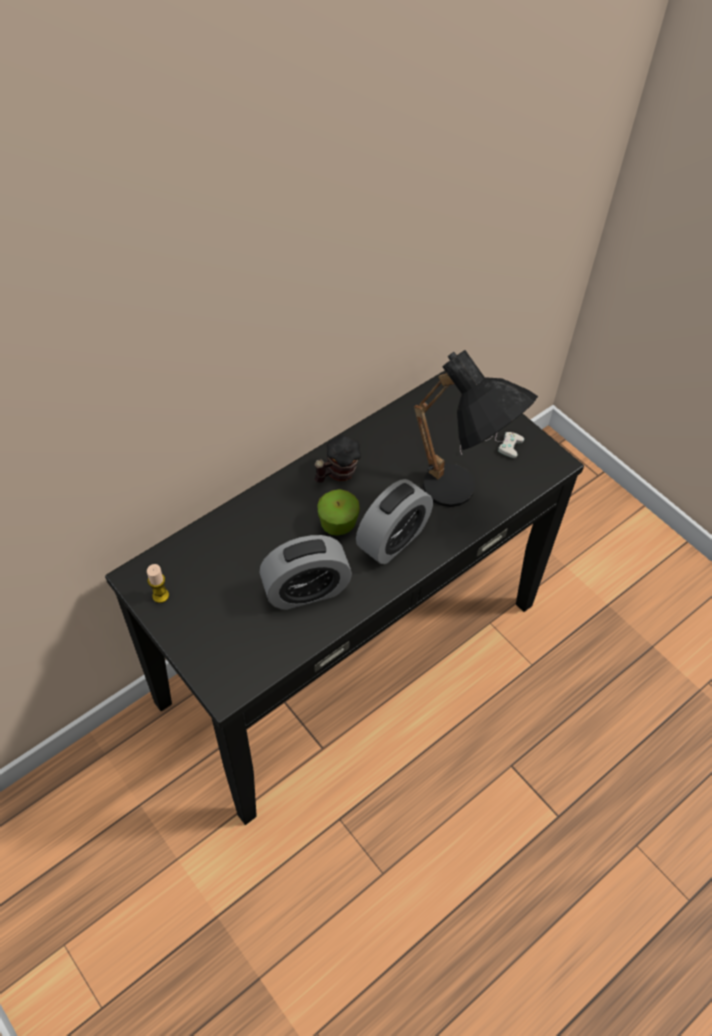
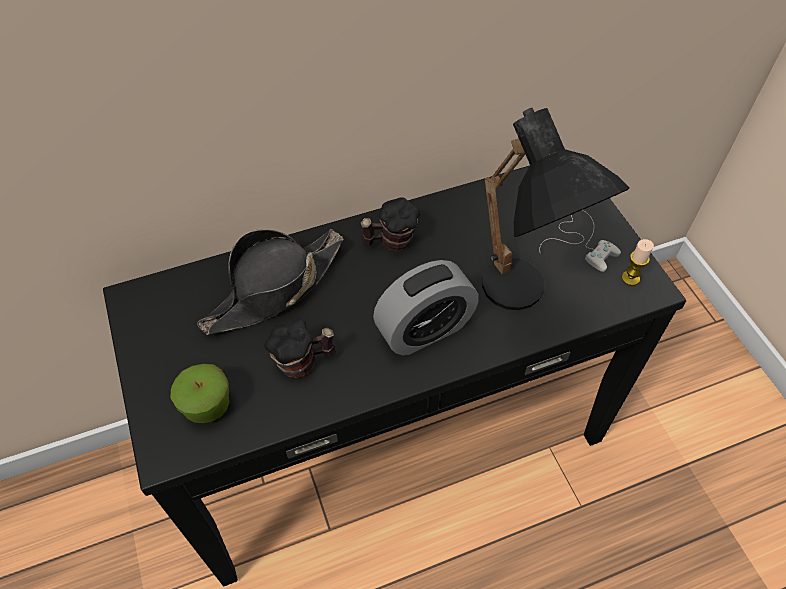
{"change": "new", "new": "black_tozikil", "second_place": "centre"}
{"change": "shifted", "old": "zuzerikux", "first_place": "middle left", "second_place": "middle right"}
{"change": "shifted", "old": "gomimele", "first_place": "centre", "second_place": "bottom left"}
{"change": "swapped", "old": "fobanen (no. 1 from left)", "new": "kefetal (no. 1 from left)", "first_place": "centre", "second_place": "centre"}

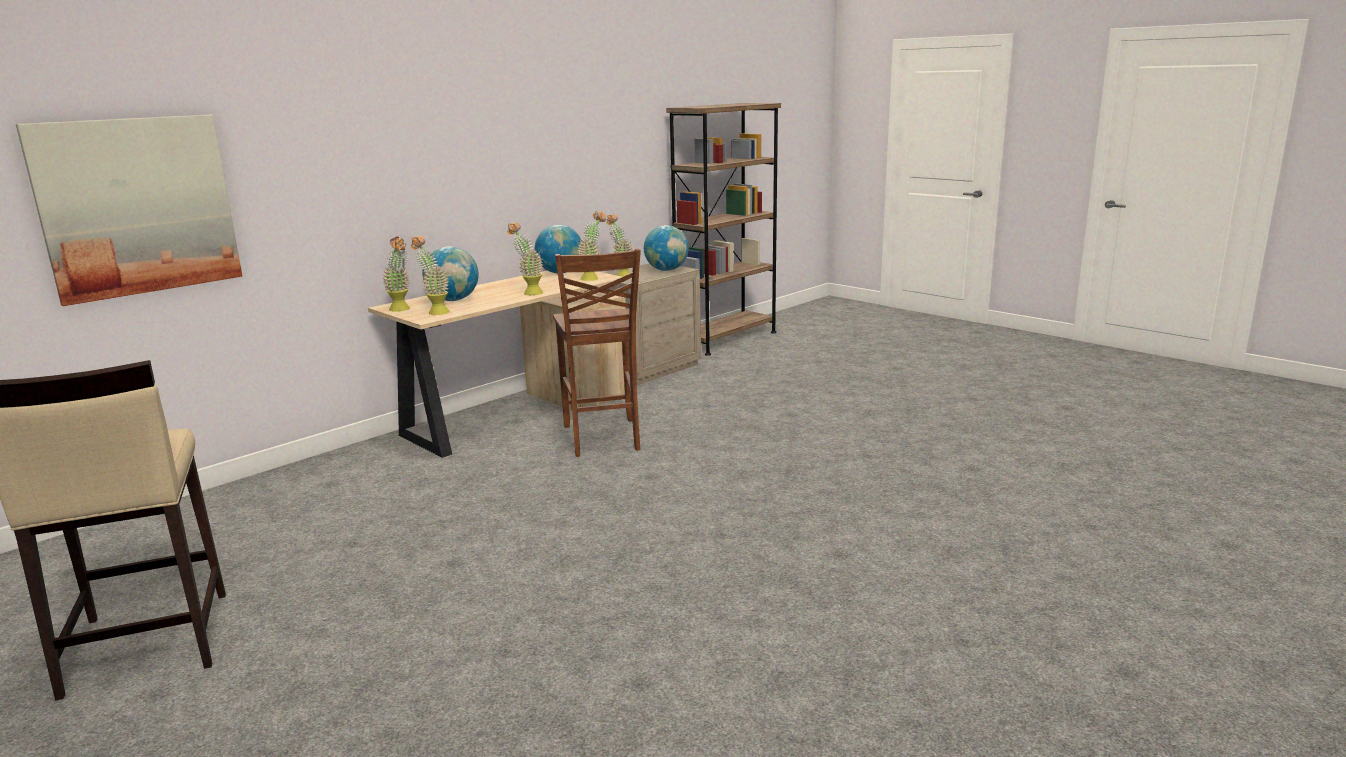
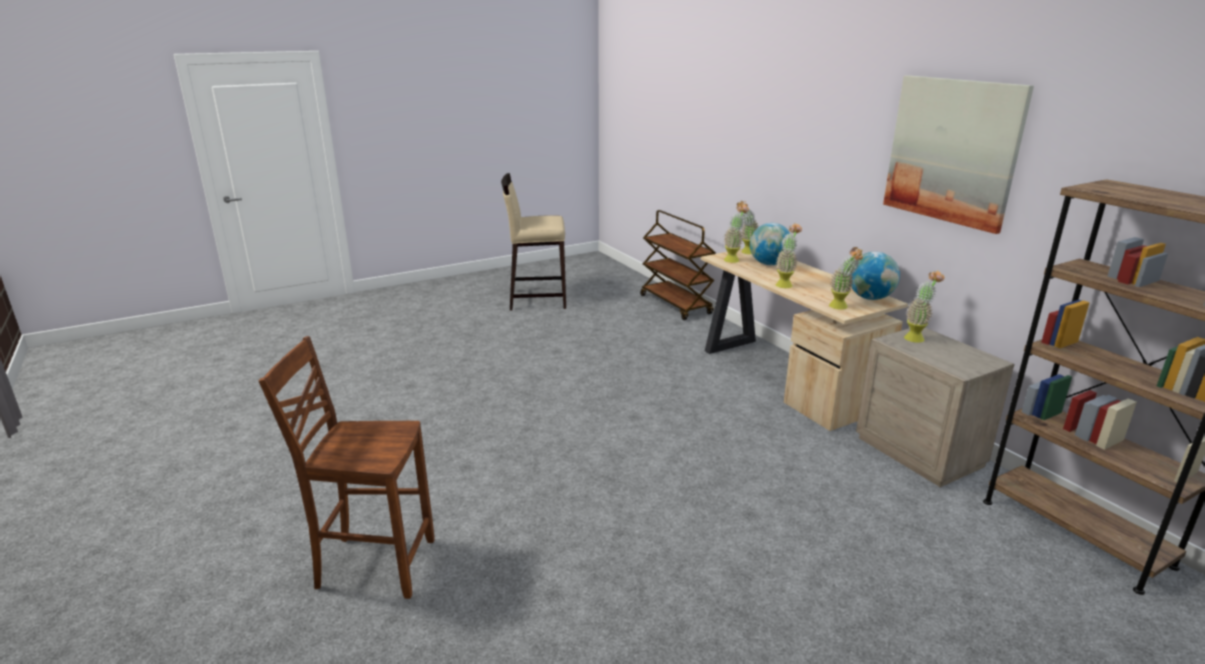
{"change": "gone", "old": "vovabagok (no. 3 from left)", "first_place": "top centre"}
{"change": "new", "new": "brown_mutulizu", "second_place": "centre"}
{"change": "shifted", "old": "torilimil", "first_place": "top left", "second_place": "top right"}
{"change": "shifted", "old": "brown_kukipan", "first_place": "centre", "second_place": "bottom left"}

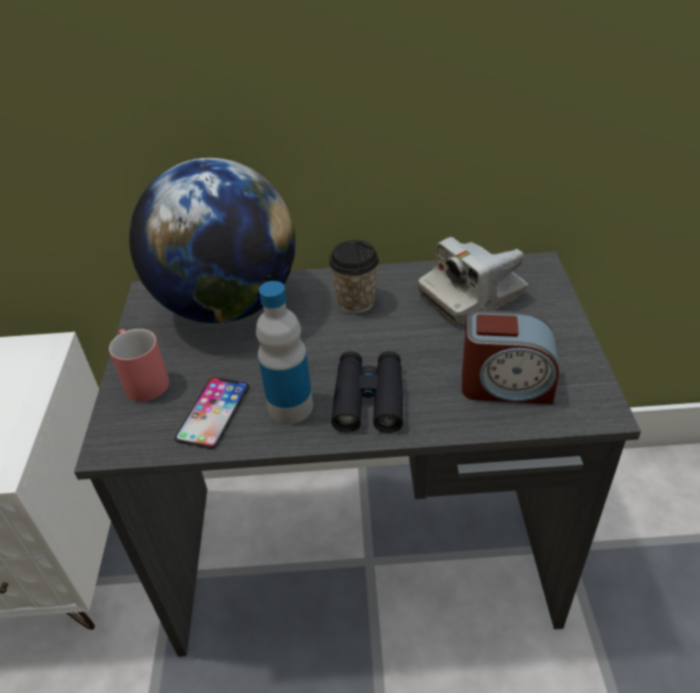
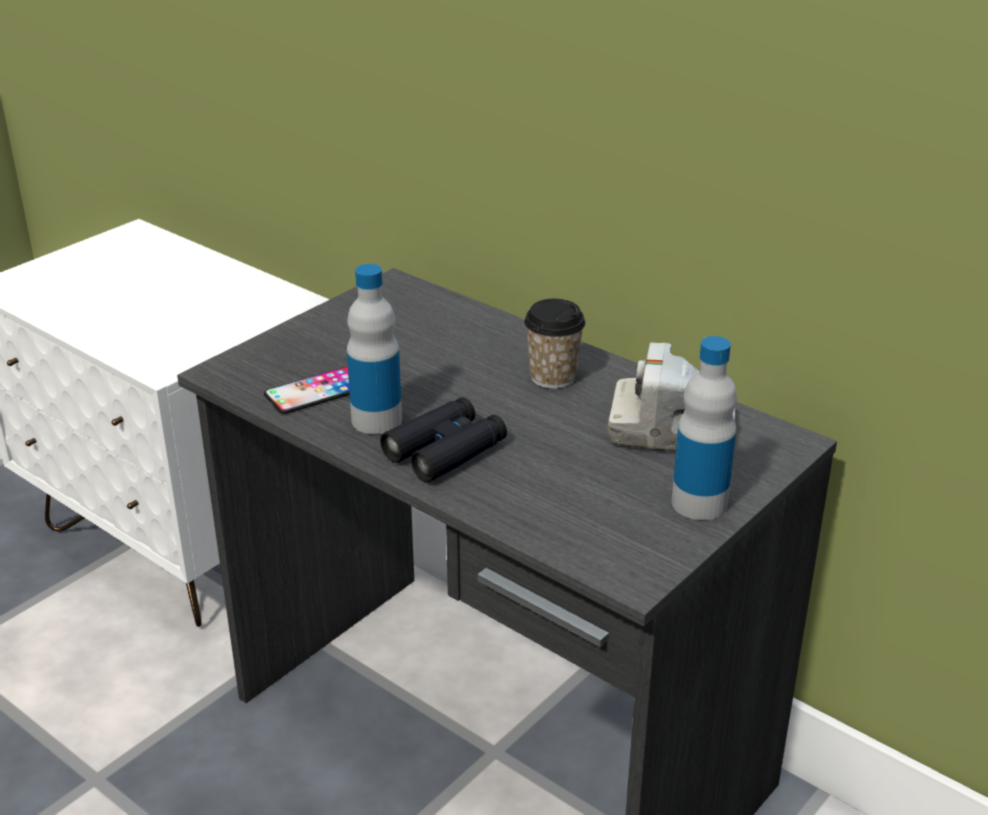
{"change": "gone", "old": "red_kefetal", "first_place": "middle left"}
{"change": "gone", "old": "vovabagok", "first_place": "middle left"}
{"change": "gone", "old": "fobanen", "first_place": "middle right"}
{"change": "new", "new": "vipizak (no. 2 from left)", "second_place": "middle right"}

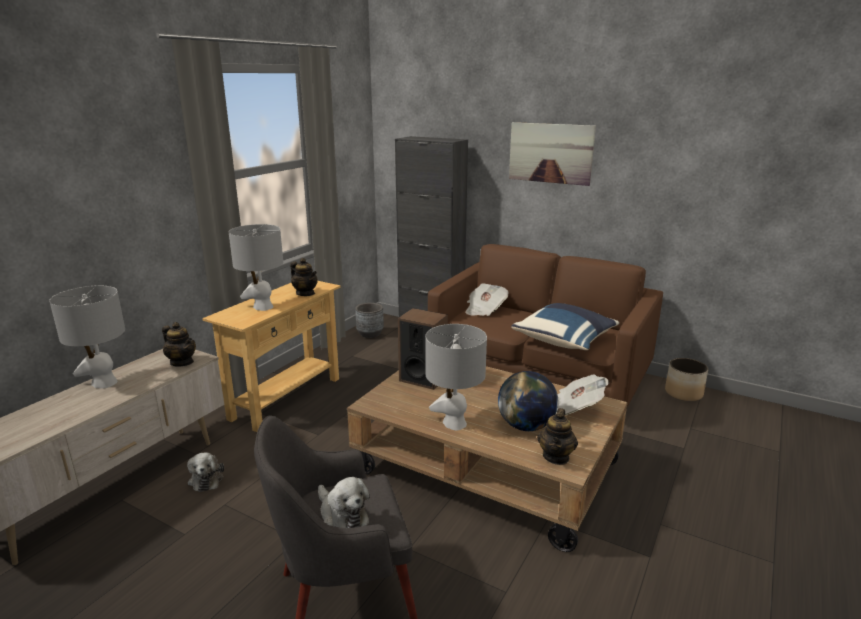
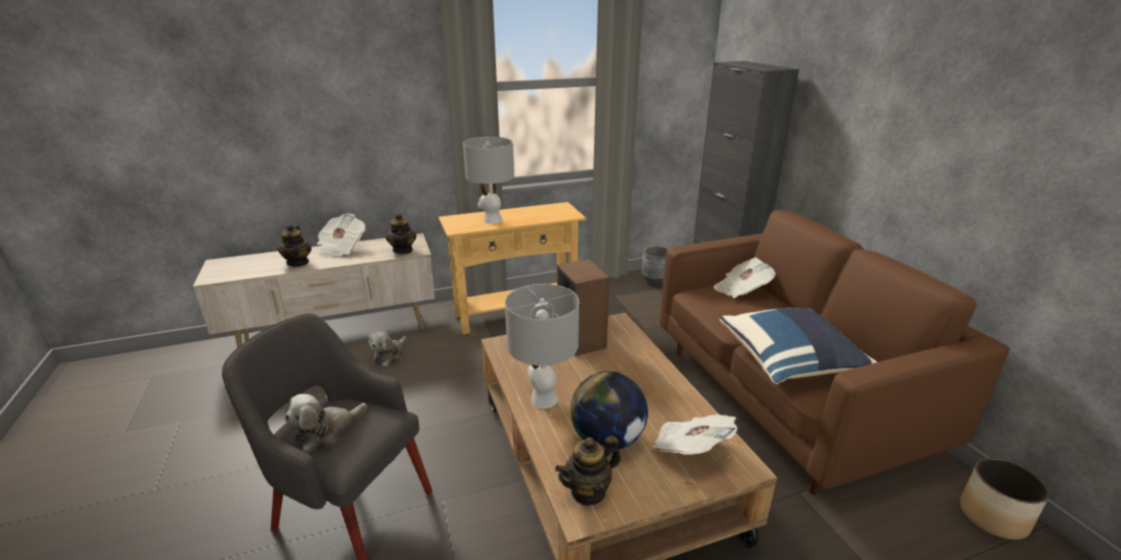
{"change": "gone", "old": "torilimil", "first_place": "top centre"}
{"change": "shifted", "old": "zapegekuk (no. 2 from left in the first image)", "new": "zapegekuk (no. 1 from left)", "first_place": "centre", "second_place": "middle left"}
{"change": "swapped", "old": "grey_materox (no. 1 from left)", "new": "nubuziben (no. 1 from left)", "first_place": "middle left", "second_place": "middle left"}
{"change": "rotated", "old": "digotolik (no. 2 from left in the first image)", "first_place": "bottom centre", "second_place": "bottom left", "degrees": 45}

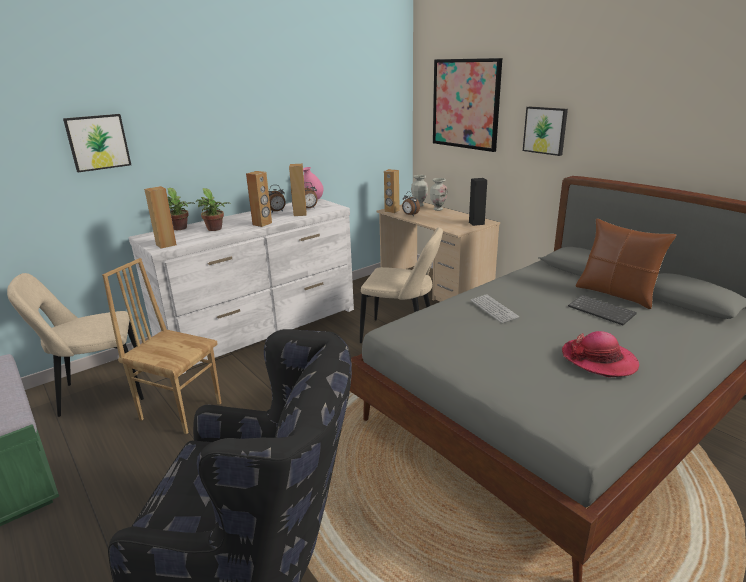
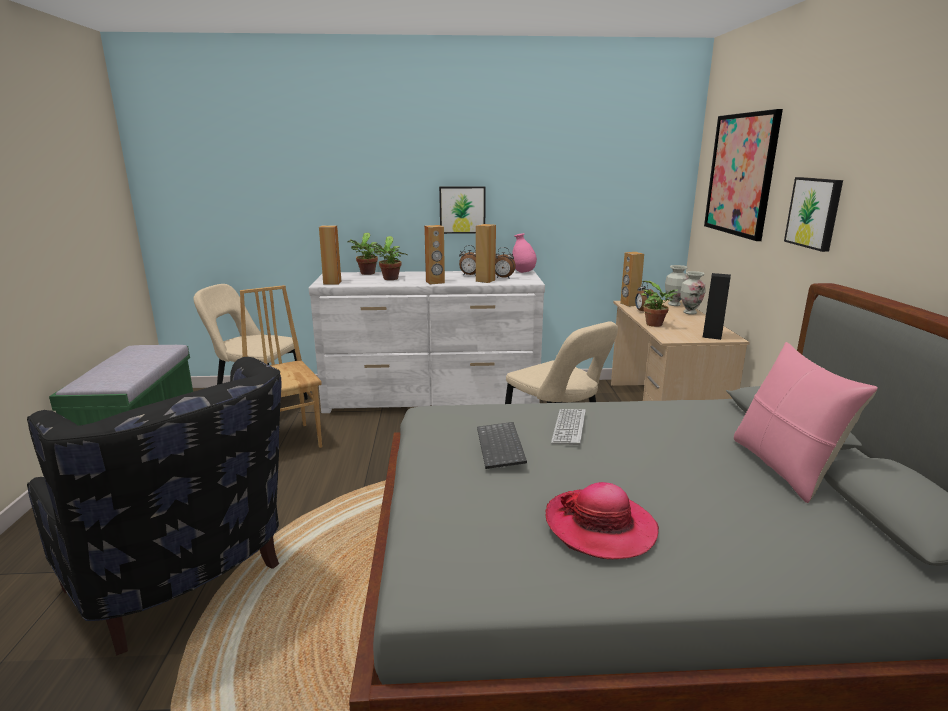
{"change": "new", "new": "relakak (no. 3 from left)", "second_place": "middle right"}
{"change": "shifted", "old": "torilimil (no. 1 from left)", "first_place": "top left", "second_place": "top centre"}
{"change": "shifted", "old": "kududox (no. 2 from left in the first image)", "new": "kududox (no. 1 from left)", "first_place": "middle right", "second_place": "centre"}
{"change": "repainted", "old": "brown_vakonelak", "new": "pink_vakonelak", "first_place": "middle right", "second_place": "middle right"}

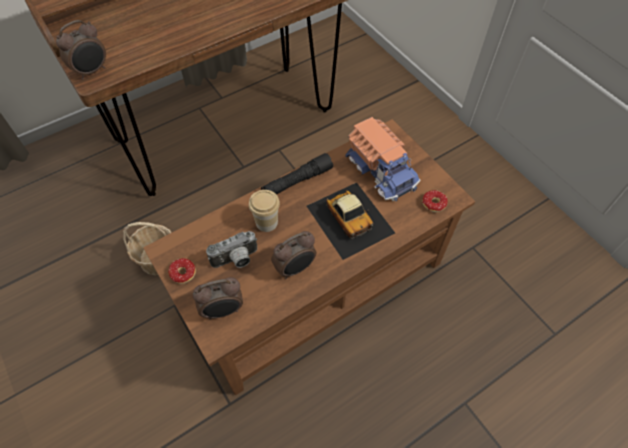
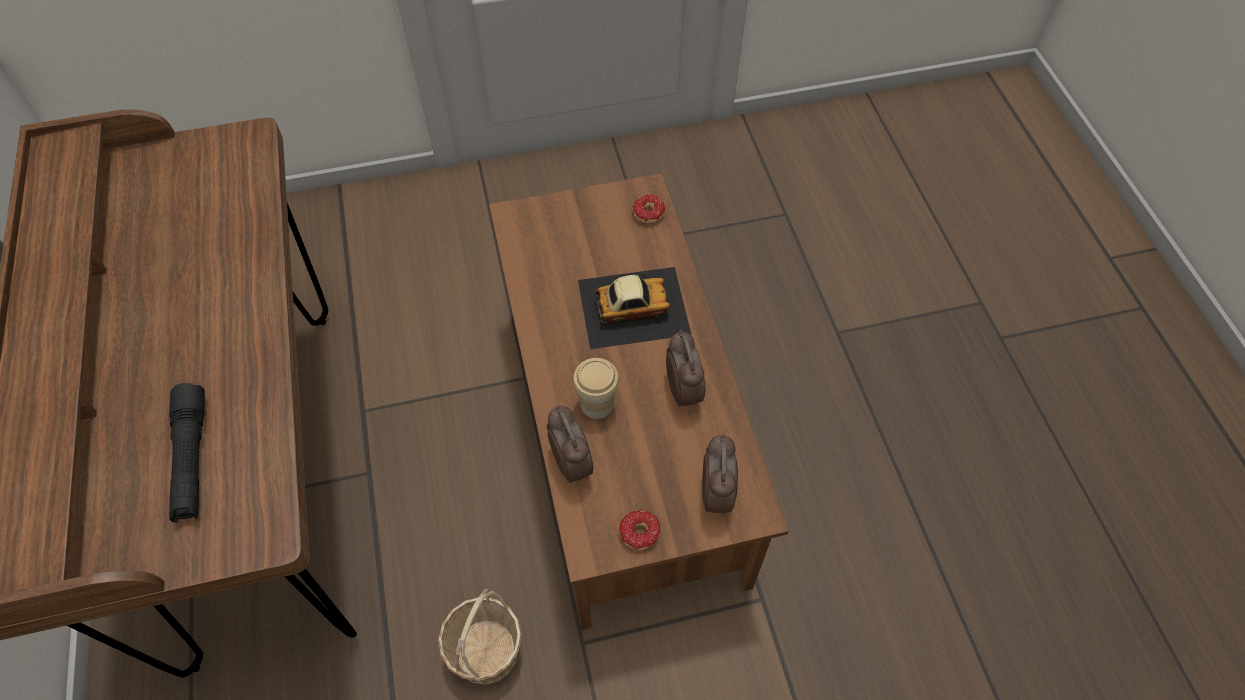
{"change": "gone", "old": "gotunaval", "first_place": "centre"}
{"change": "gone", "old": "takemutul", "first_place": "centre"}
{"change": "shifted", "old": "fobanen (no. 1 from left)", "first_place": "top left", "second_place": "centre"}
{"change": "shifted", "old": "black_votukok", "first_place": "centre", "second_place": "middle left"}

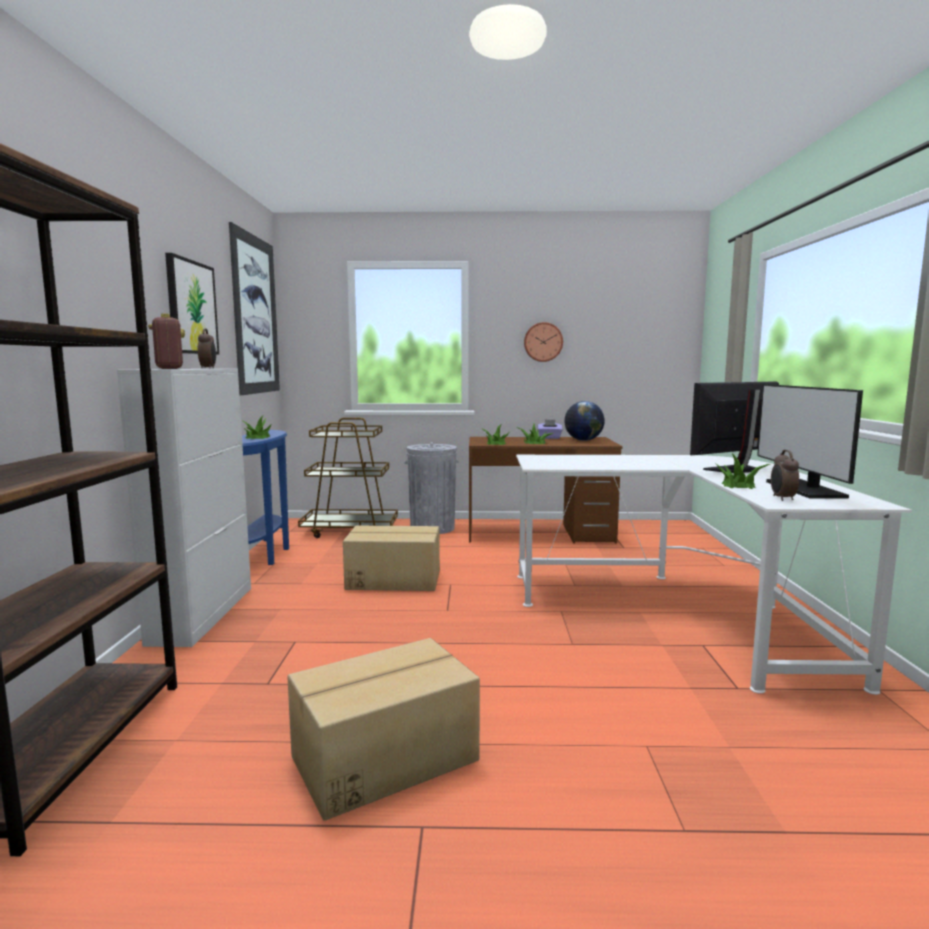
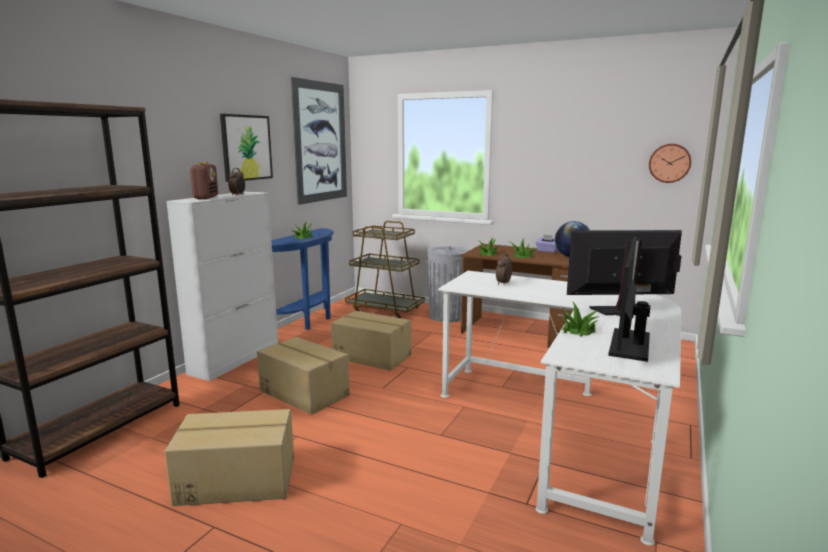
{"change": "new", "new": "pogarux (no. 2 from left)", "second_place": "bottom centre"}
{"change": "shifted", "old": "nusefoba", "first_place": "centre", "second_place": "top right"}
{"change": "shifted", "old": "fobanen (no. 2 from left)", "first_place": "middle right", "second_place": "centre"}

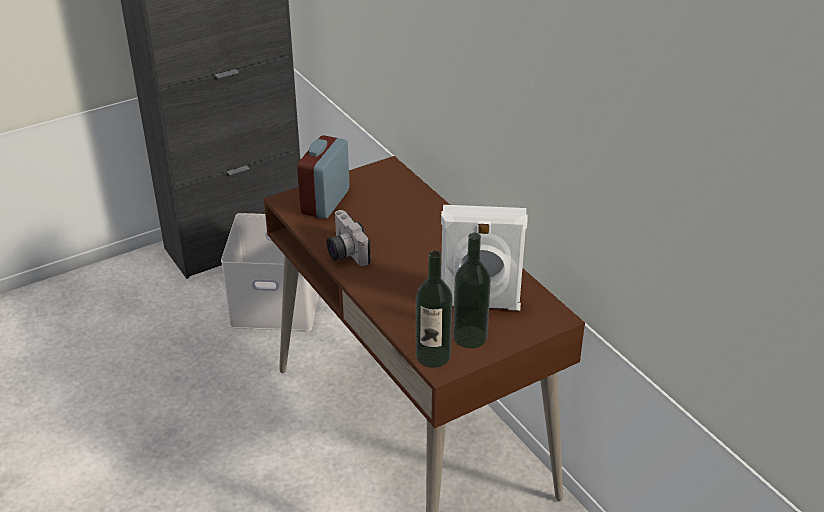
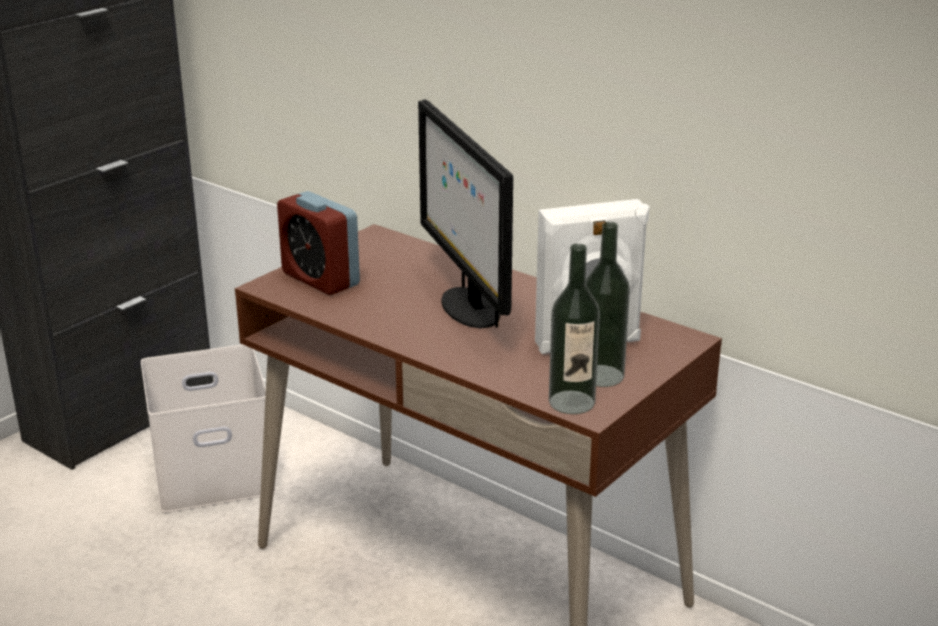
{"change": "gone", "old": "gotunaval", "first_place": "centre"}
{"change": "new", "new": "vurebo", "second_place": "centre"}
{"change": "rotated", "old": "fobanen", "first_place": "centre", "second_place": "centre", "degrees": -45}

